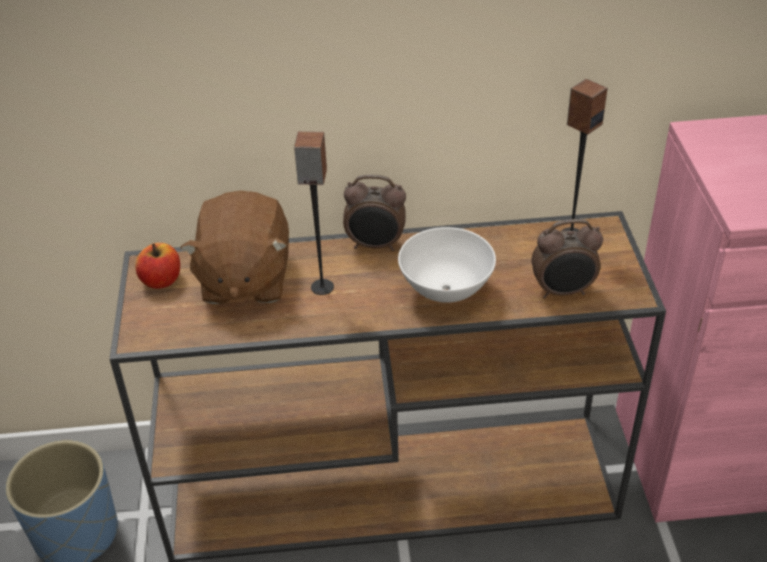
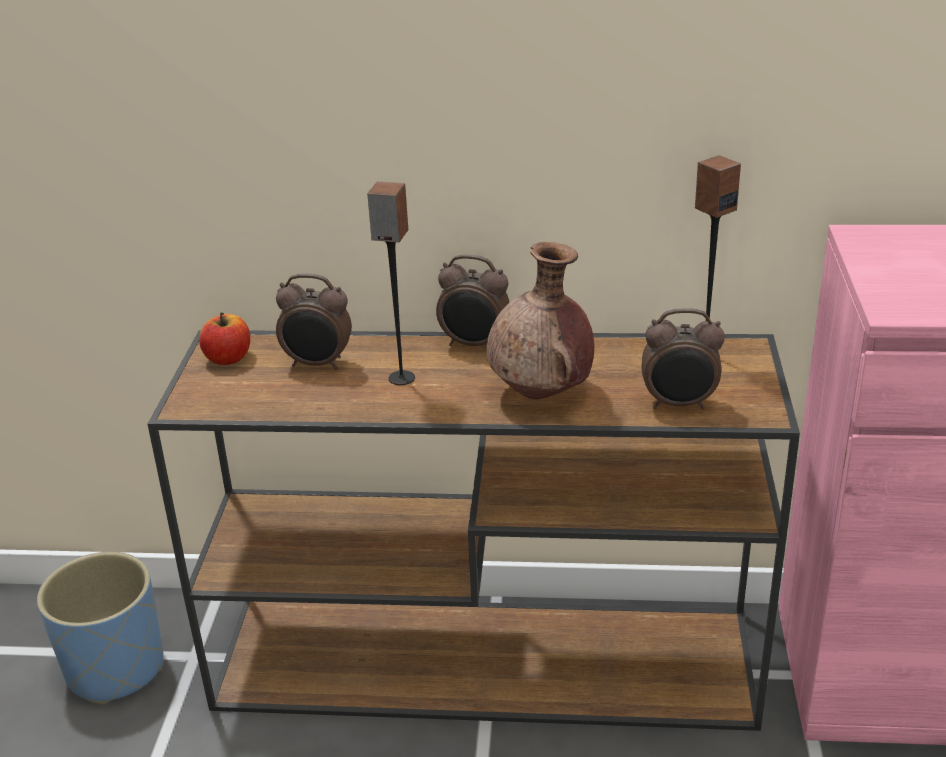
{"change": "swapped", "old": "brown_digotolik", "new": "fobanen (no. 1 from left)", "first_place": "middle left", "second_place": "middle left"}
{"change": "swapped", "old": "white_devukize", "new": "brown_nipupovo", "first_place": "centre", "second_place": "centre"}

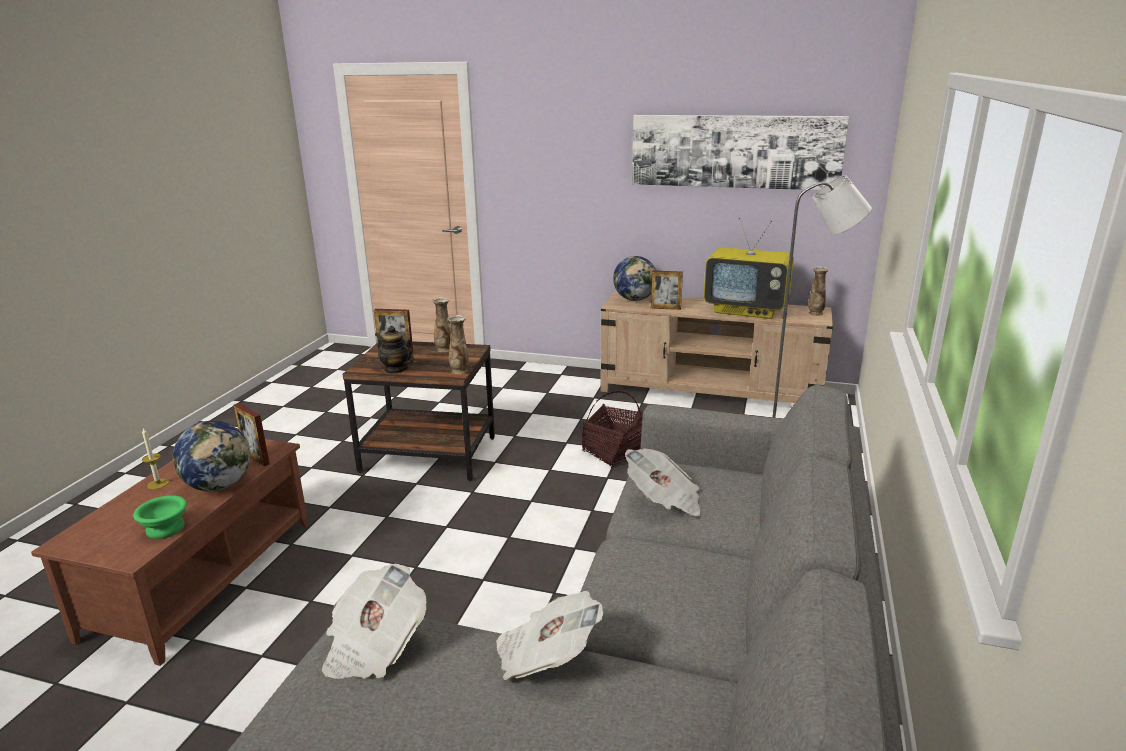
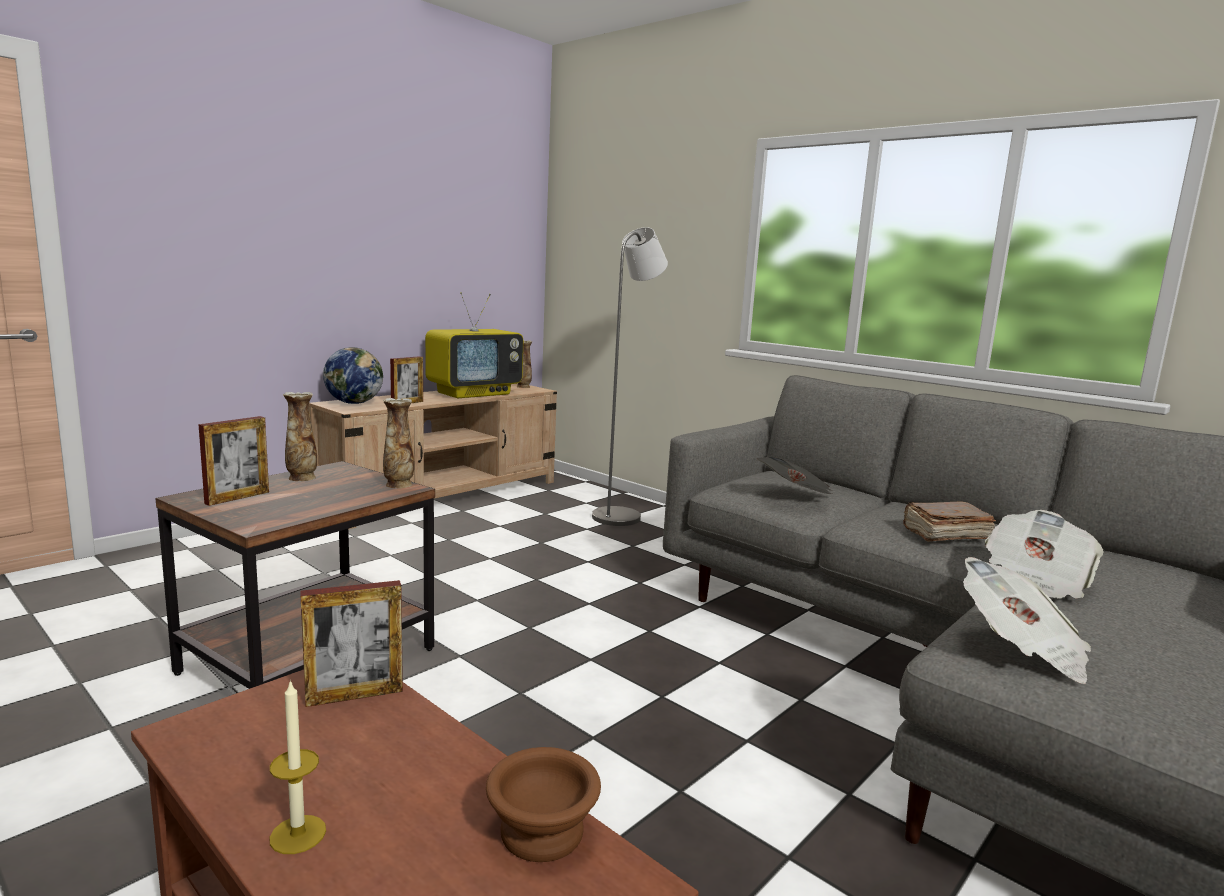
{"change": "gone", "old": "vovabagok (no. 1 from left)", "first_place": "middle left"}
{"change": "gone", "old": "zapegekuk", "first_place": "centre"}
{"change": "gone", "old": "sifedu", "first_place": "centre"}
{"change": "gone", "old": "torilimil", "first_place": "top centre"}
{"change": "new", "new": "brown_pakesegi", "second_place": "middle right"}
{"change": "repainted", "old": "green_devukize", "new": "brown_devukize", "first_place": "bottom left", "second_place": "bottom centre"}

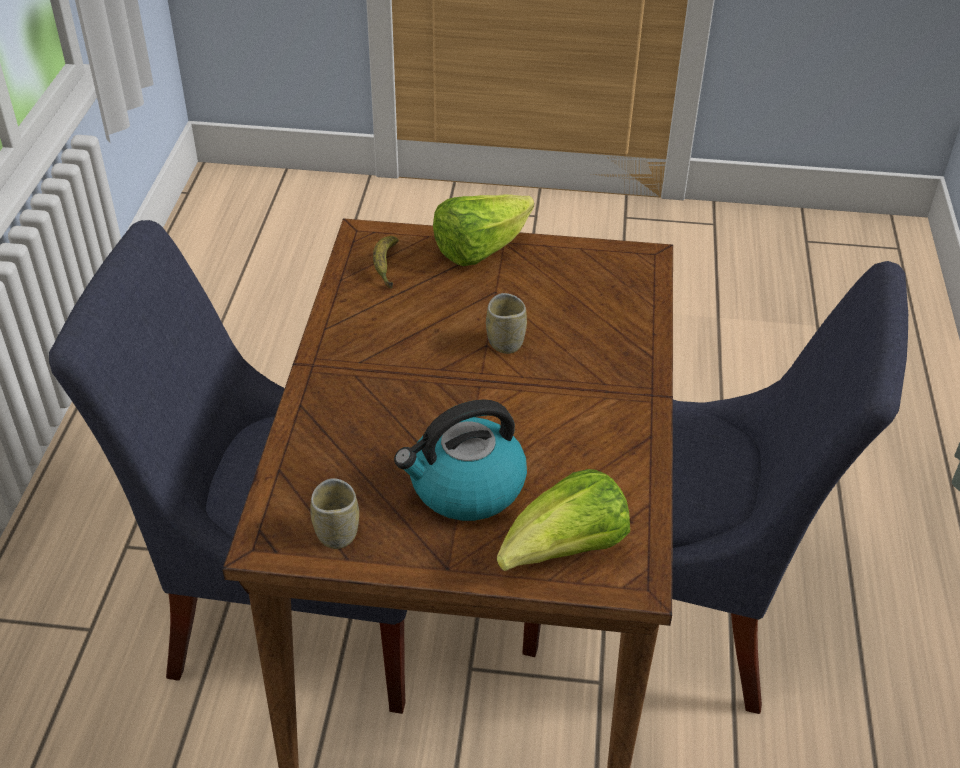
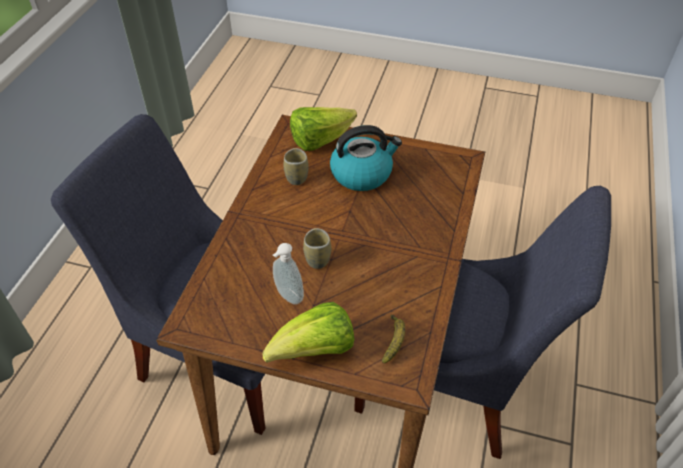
{"change": "new", "new": "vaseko", "second_place": "centre"}
{"change": "shifted", "old": "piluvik (no. 1 from left)", "first_place": "bottom centre", "second_place": "centre"}

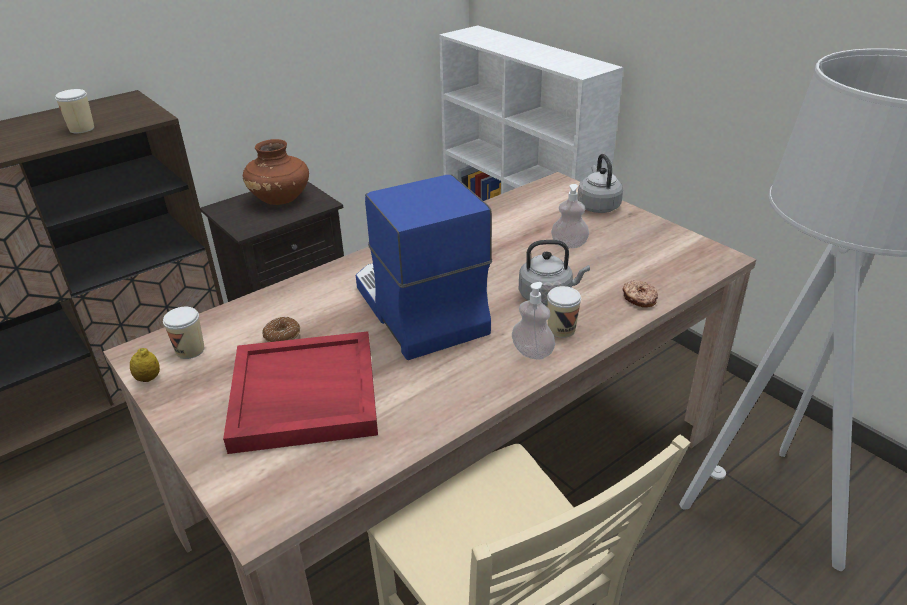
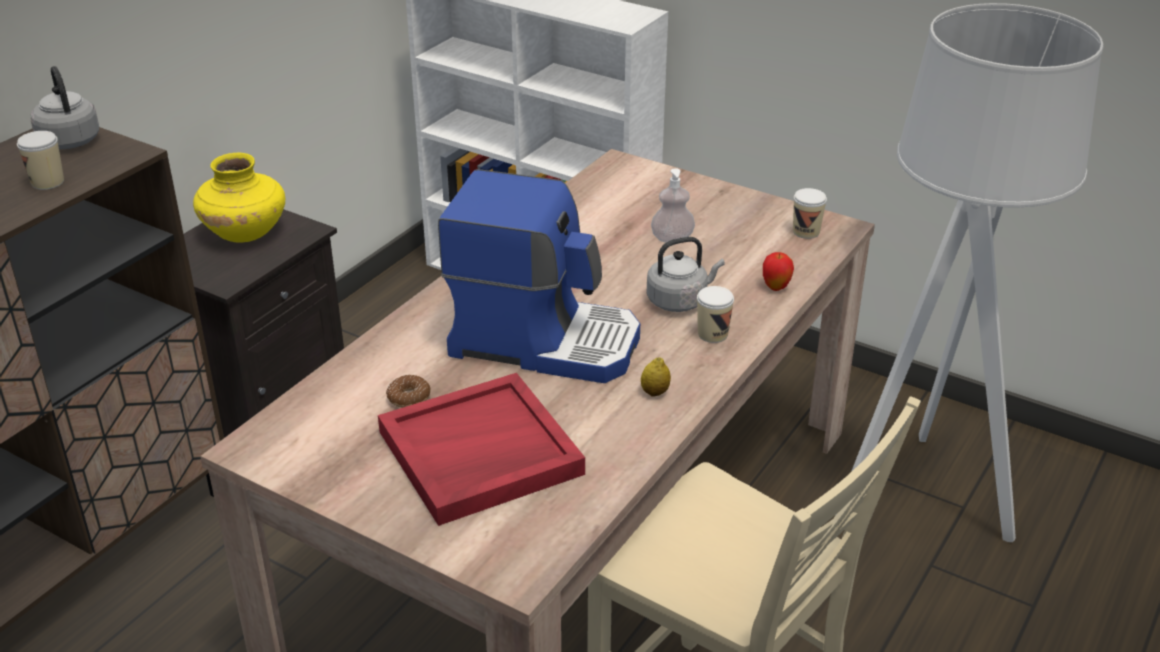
{"change": "gone", "old": "vaseko (no. 1 from left)", "first_place": "centre"}
{"change": "shifted", "old": "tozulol", "first_place": "middle left", "second_place": "centre"}
{"change": "shifted", "old": "piluvik (no. 2 from left in the first image)", "new": "piluvik (no. 3 from left)", "first_place": "middle left", "second_place": "top right"}
{"change": "shifted", "old": "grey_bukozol (no. 2 from left in the first image)", "new": "grey_bukozol (no. 1 from left)", "first_place": "top centre", "second_place": "top left"}
{"change": "swapped", "old": "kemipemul (no. 2 from left)", "new": "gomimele", "first_place": "middle right", "second_place": "middle right"}
{"change": "repainted", "old": "brown_nipupovo", "new": "yellow_nipupovo", "first_place": "top left", "second_place": "top left"}
{"change": "rotated", "old": "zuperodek", "first_place": "centre", "second_place": "centre", "degrees": 150}

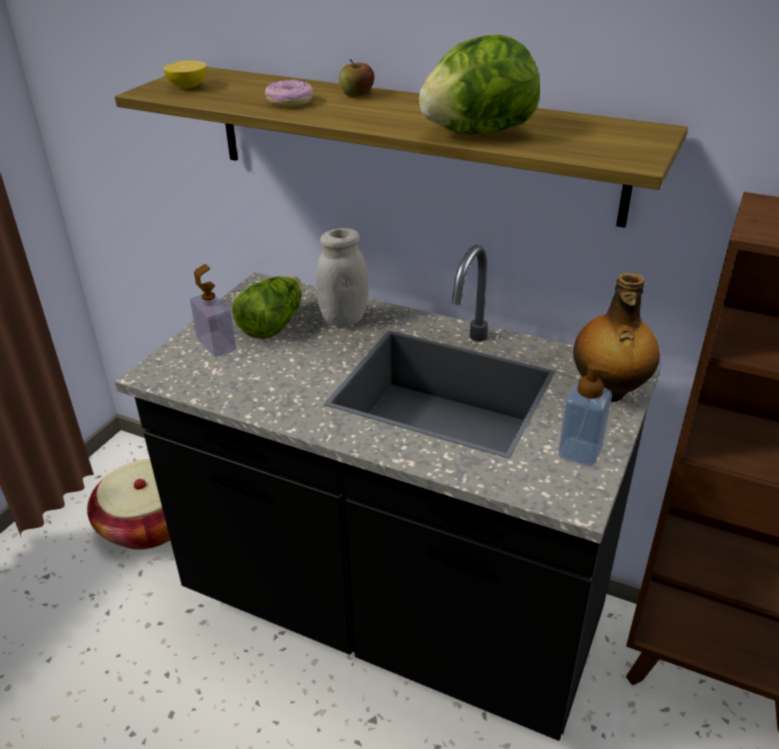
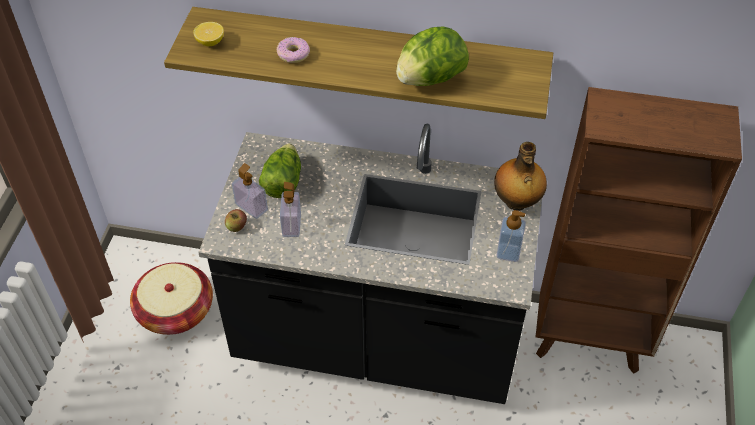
{"change": "gone", "old": "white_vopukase", "first_place": "centre"}
{"change": "new", "new": "vaseko (no. 2 from left)", "second_place": "centre"}
{"change": "shifted", "old": "gomimele", "first_place": "top centre", "second_place": "middle left"}

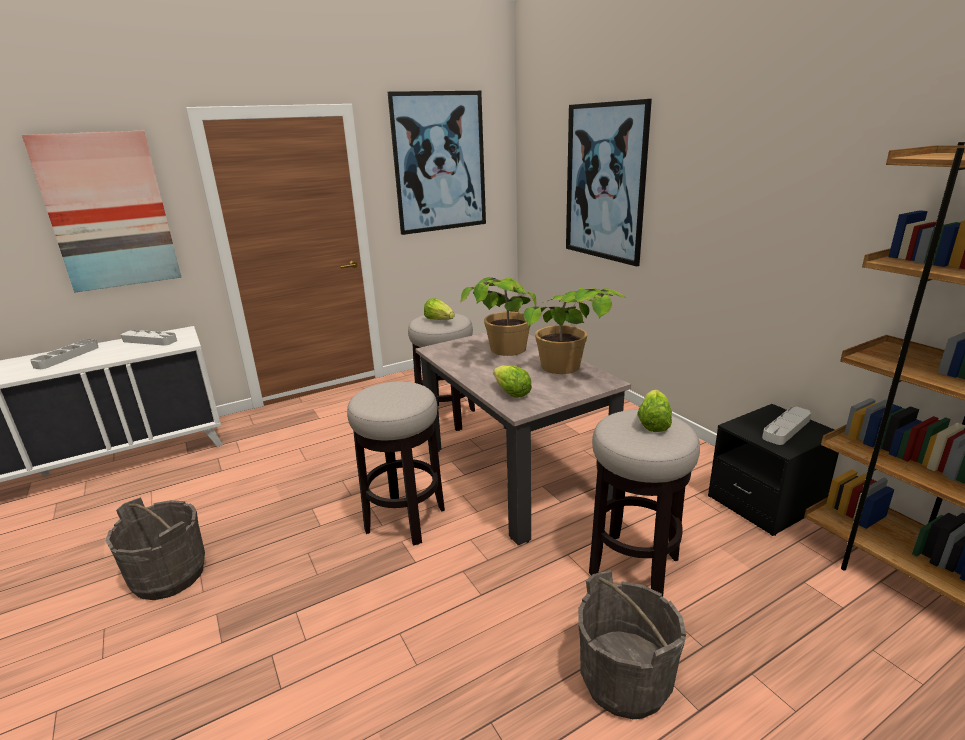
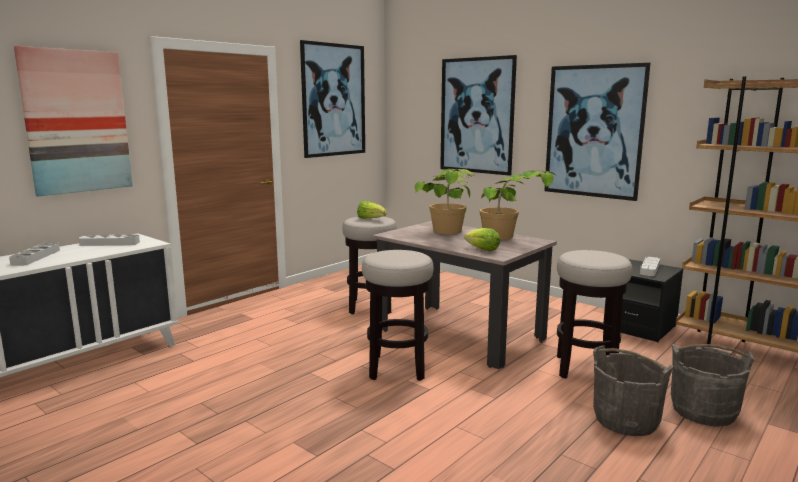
{"change": "gone", "old": "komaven (no. 3 from left)", "first_place": "middle right"}
{"change": "new", "new": "torilimil (no. 4 from left)", "second_place": "top right"}
{"change": "shifted", "old": "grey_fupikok (no. 1 from left in the first image)", "new": "grey_fupikok (no. 2 from left)", "first_place": "bottom left", "second_place": "bottom right"}

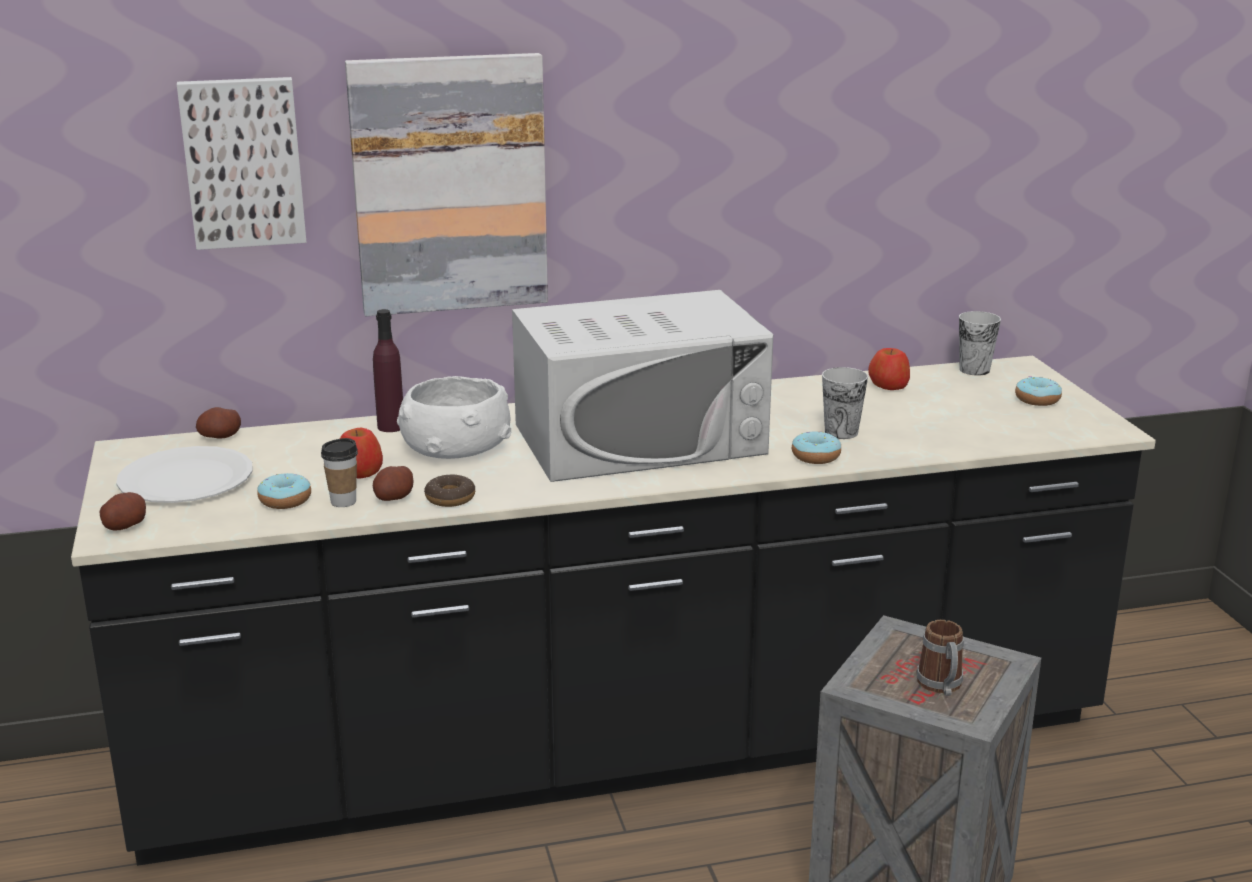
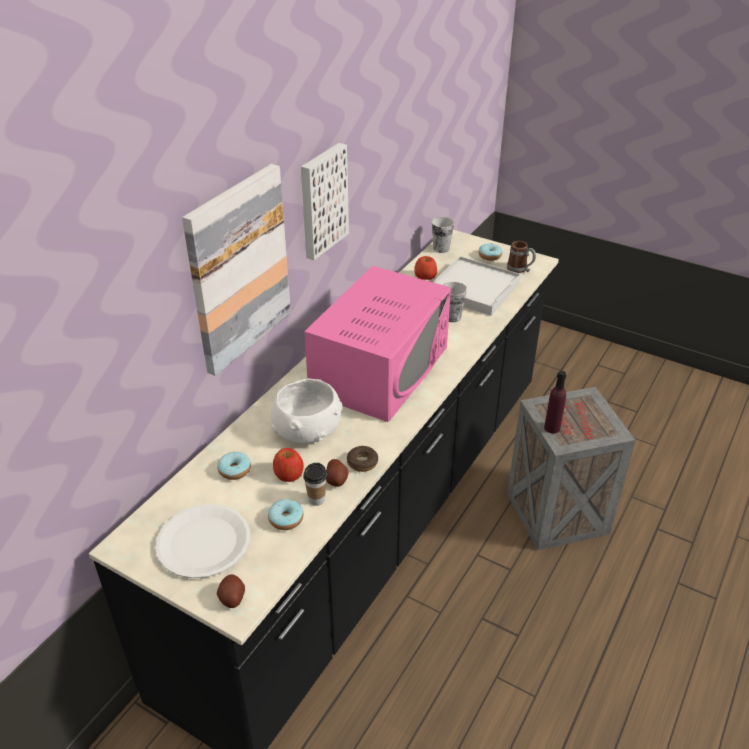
{"change": "gone", "old": "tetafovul (no. 2 from left)", "first_place": "middle left"}
{"change": "new", "new": "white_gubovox", "second_place": "centre"}
{"change": "shifted", "old": "torilimil (no. 1 from left in the first image)", "new": "torilimil (no. 2 from left)", "first_place": "top left", "second_place": "top centre"}
{"change": "shifted", "old": "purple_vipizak", "first_place": "middle left", "second_place": "middle right"}
{"change": "shifted", "old": "kemipemul (no. 3 from left in the first image)", "new": "kemipemul (no. 1 from left)", "first_place": "centre", "second_place": "middle left"}
{"change": "shifted", "old": "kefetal", "first_place": "bottom right", "second_place": "middle right"}
{"change": "repainted", "old": "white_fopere", "new": "pink_fopere", "first_place": "centre", "second_place": "centre"}

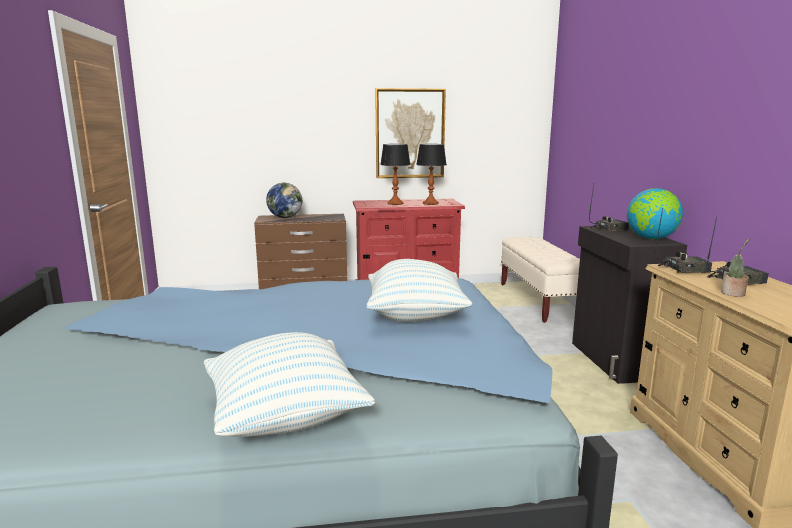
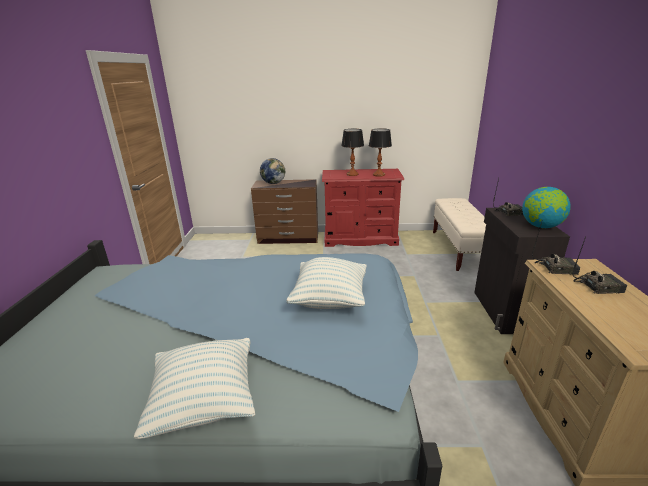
{"change": "gone", "old": "torilimil", "first_place": "top centre"}
{"change": "gone", "old": "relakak", "first_place": "middle right"}

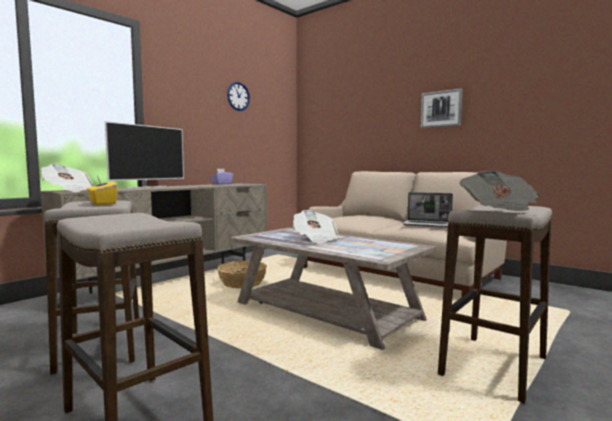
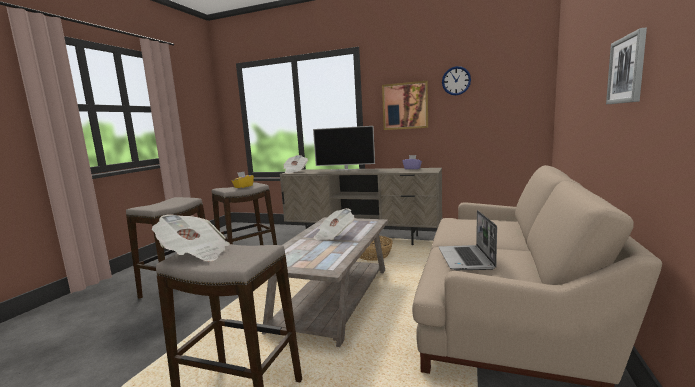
{"change": "new", "new": "torilimil (no. 1 from left)", "second_place": "top centre"}

